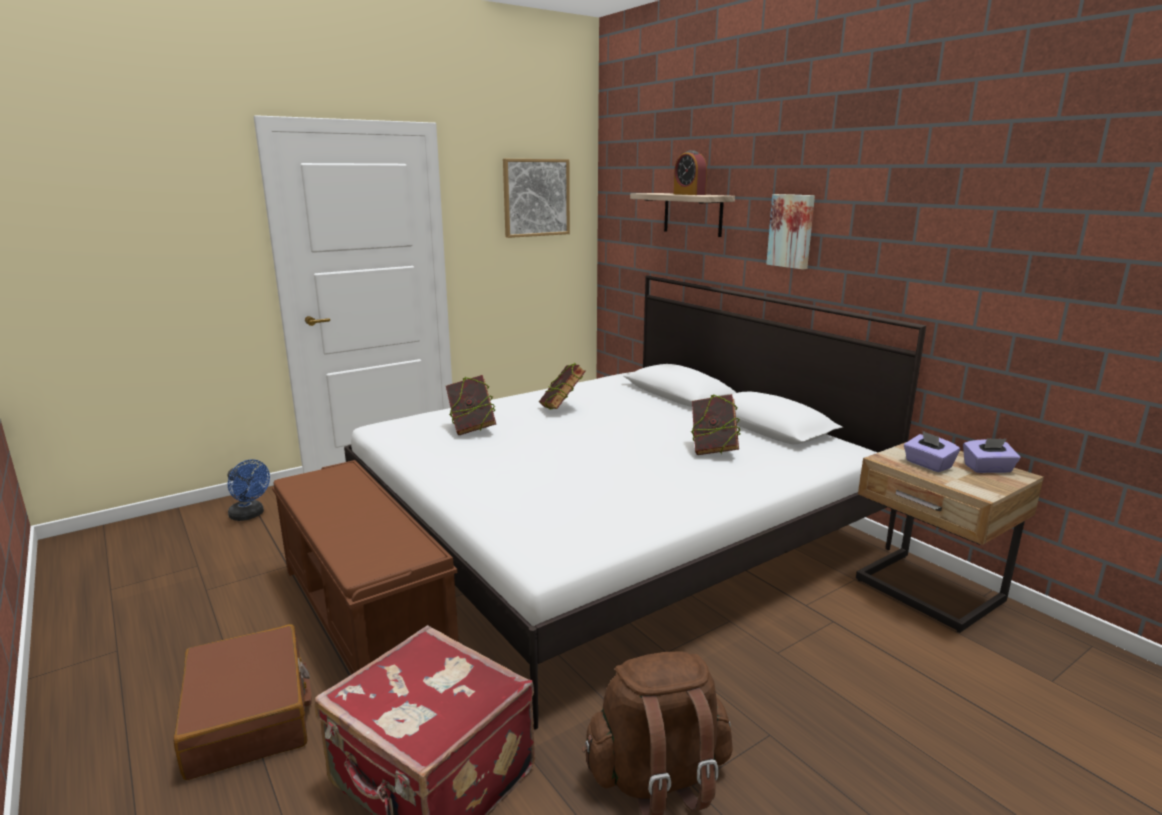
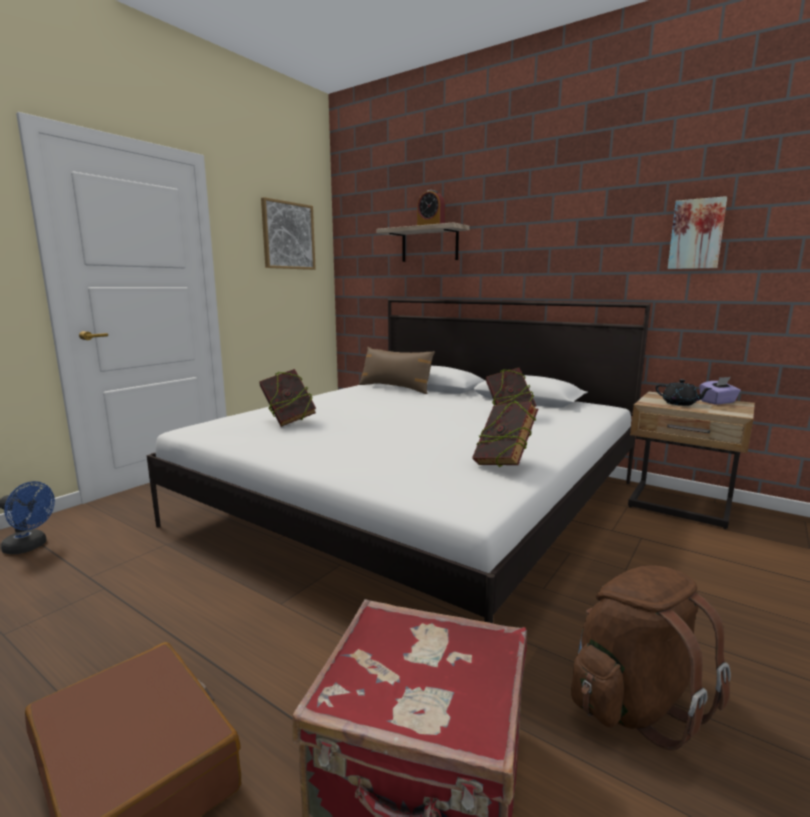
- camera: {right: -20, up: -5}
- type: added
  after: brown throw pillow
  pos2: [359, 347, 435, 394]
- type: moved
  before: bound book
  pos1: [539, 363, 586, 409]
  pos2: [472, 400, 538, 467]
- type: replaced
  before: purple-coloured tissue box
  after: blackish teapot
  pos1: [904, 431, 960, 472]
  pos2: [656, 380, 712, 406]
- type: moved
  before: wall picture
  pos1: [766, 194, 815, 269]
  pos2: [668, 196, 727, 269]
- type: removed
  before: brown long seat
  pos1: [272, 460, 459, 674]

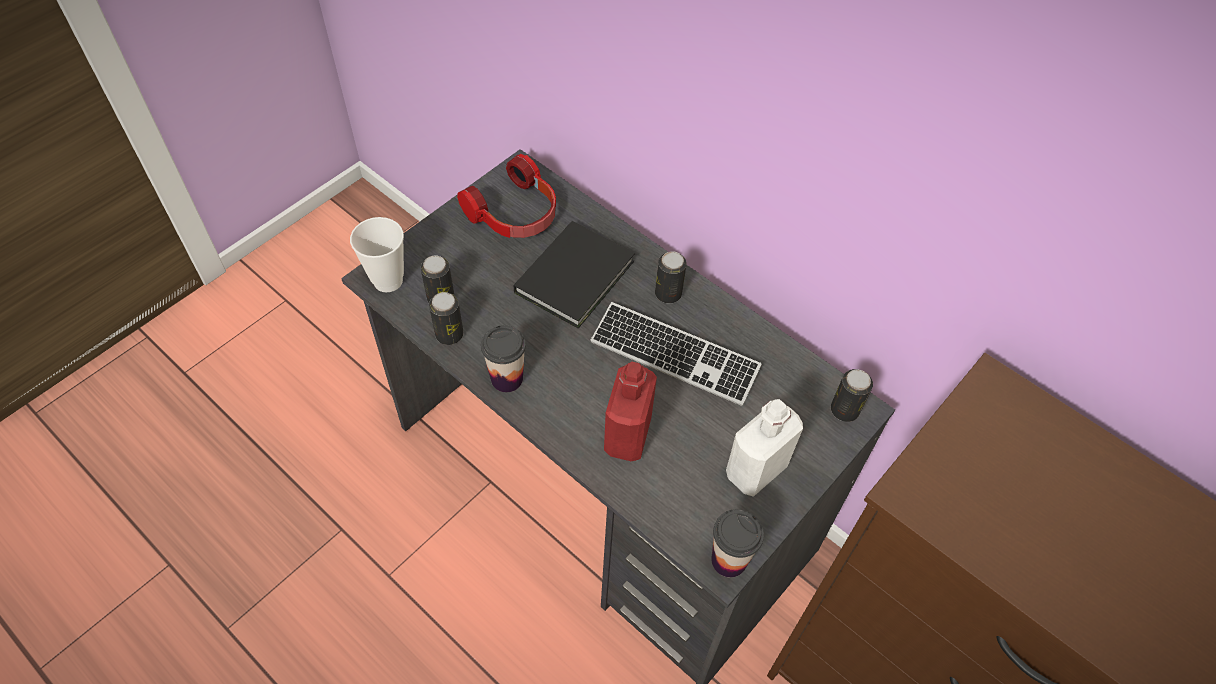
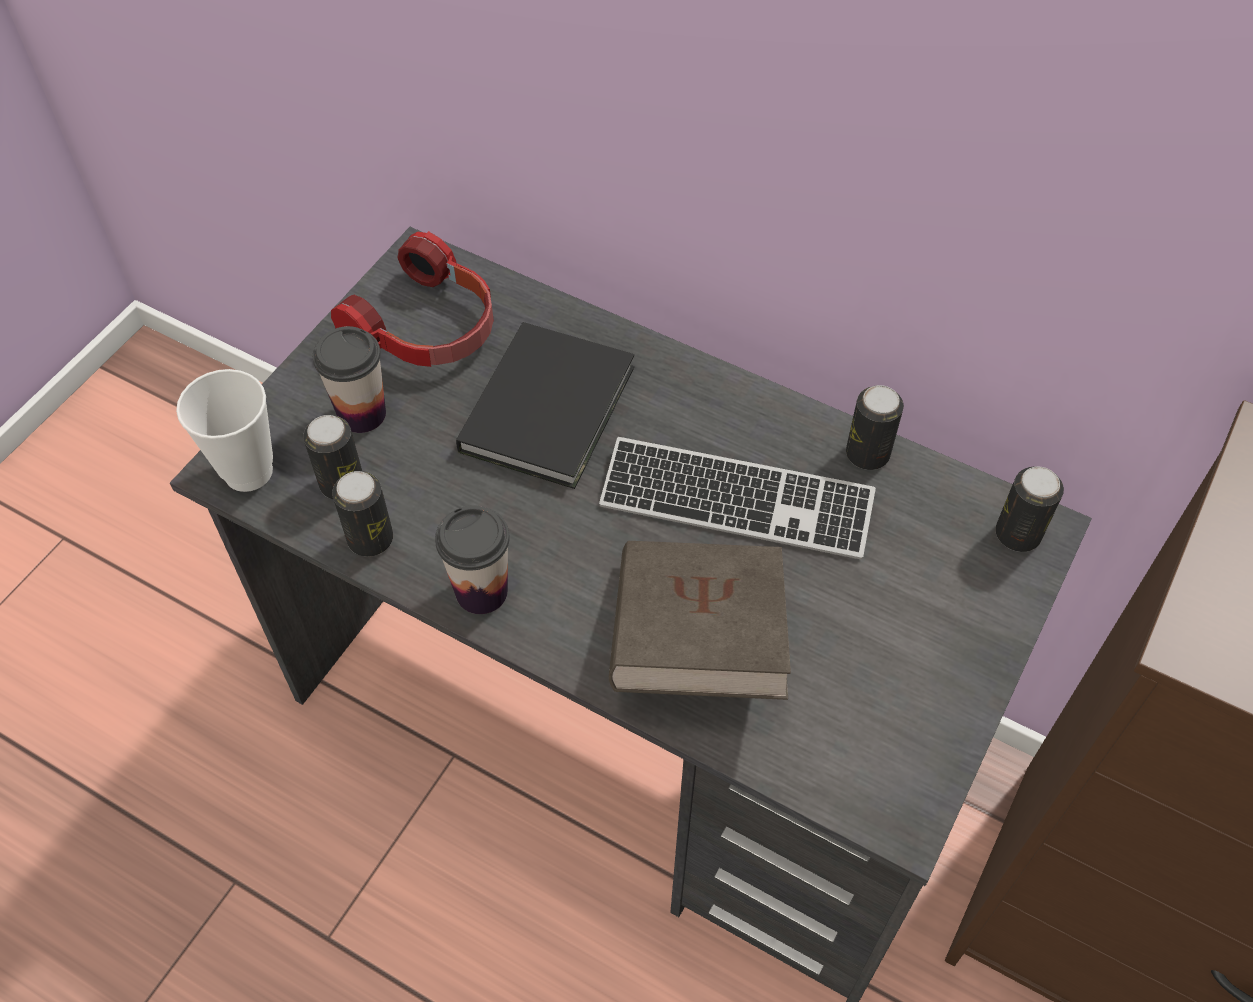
- camera: {right: -10, up: 0}
- type: moved
  before: drinking cup
  pos1: [711, 509, 764, 577]
  pos2: [313, 326, 386, 433]
- type: replaced
  before: red bottle
  after: brown bound book
  pos1: [604, 362, 657, 461]
  pos2: [609, 541, 791, 700]
- type: moved
  before: sealed can
  pos1: [655, 251, 687, 303]
  pos2: [846, 385, 904, 470]
- type: removed
  before: white bottle
  pos1: [726, 399, 803, 496]

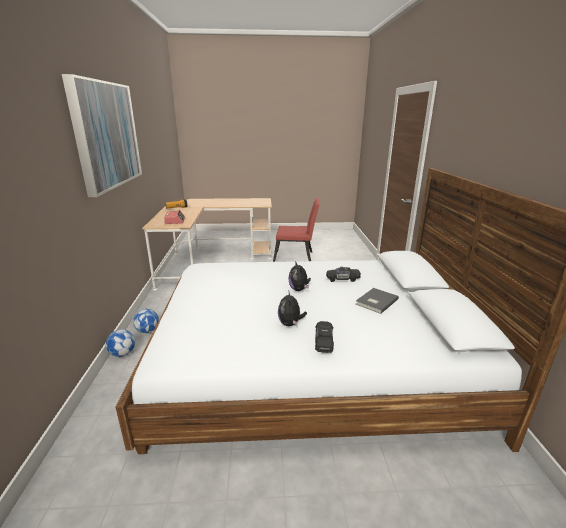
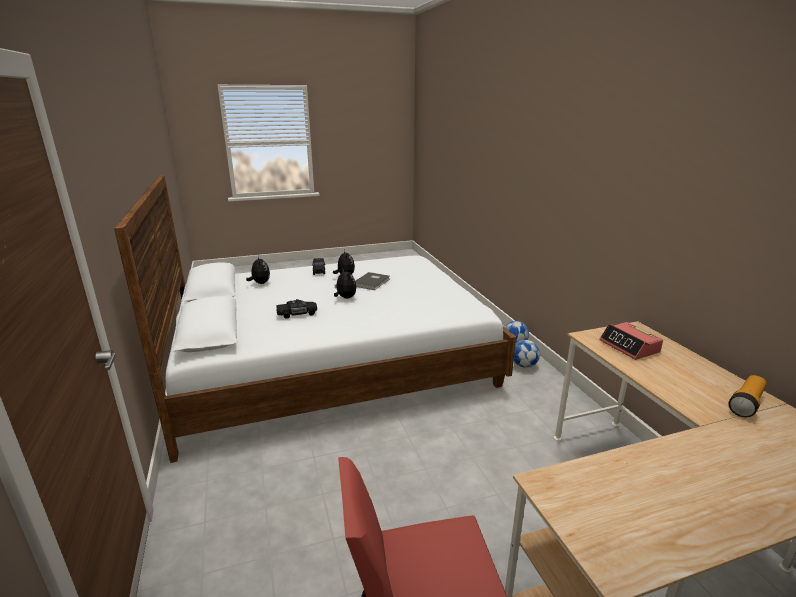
- camera: {right: 165, up: 0}
- type: added
  after: cuddly toy
  pos2: [246, 256, 270, 284]
- type: moved
  before: gray bound book
  pos1: [356, 288, 399, 314]
  pos2: [355, 272, 390, 290]
- type: removed
  before: wall picture
  pos1: [62, 74, 142, 197]

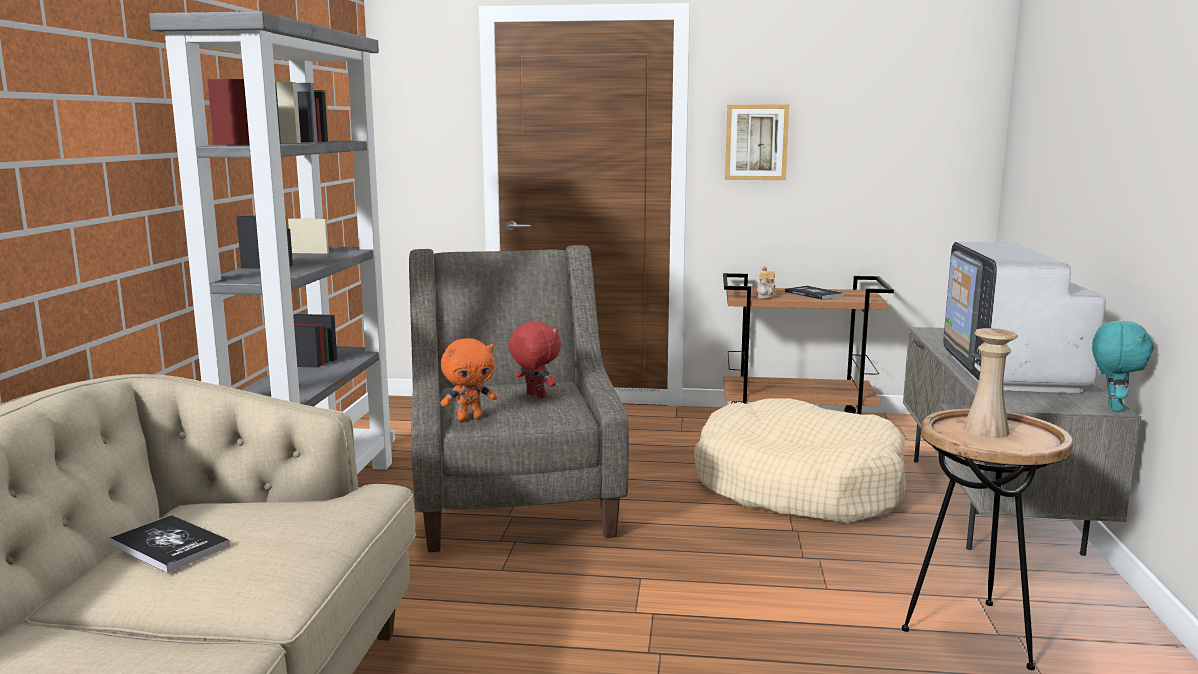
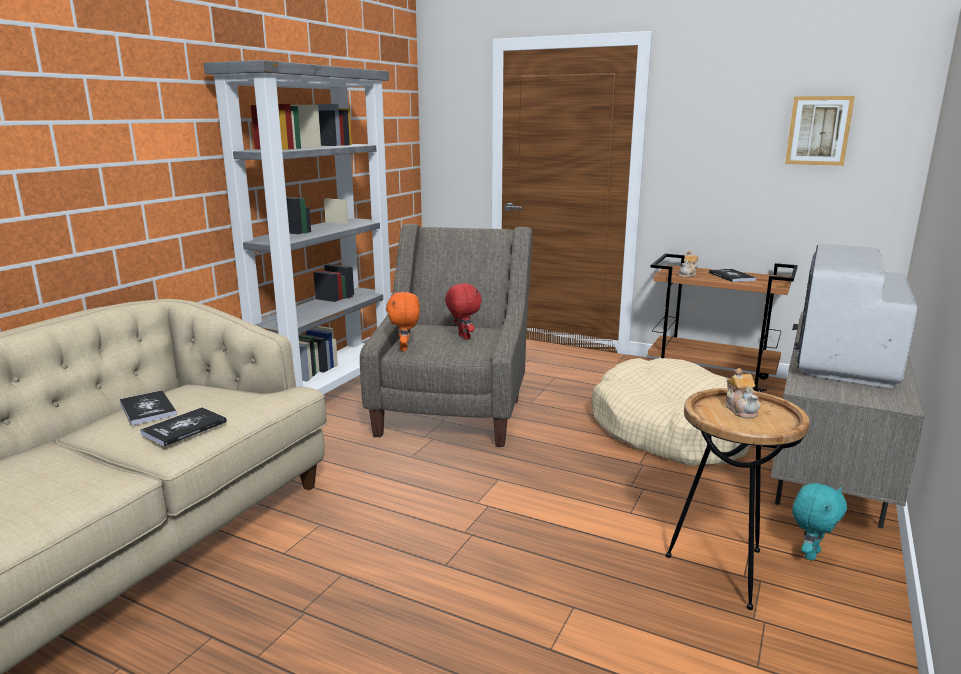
- camera: {right: 20, up: 5}
- type: added
  after: bound book
  pos2: [140, 407, 227, 447]
- type: turned
  before: orange-coloured cuddly toy
  pos1: [441, 338, 497, 421]
  pos2: [386, 292, 420, 351]
  turn: 90
- type: replaced
  before: beige-coloured decorative vase
  after: teapot
  pos1: [963, 328, 1018, 438]
  pos2: [725, 368, 760, 418]
- type: moved
  before: wall picture
  pos1: [725, 105, 789, 180]
  pos2: [785, 96, 855, 166]
- type: moved
  before: turquoise-coloured cuddly toy
  pos1: [1092, 321, 1154, 412]
  pos2: [792, 483, 847, 561]

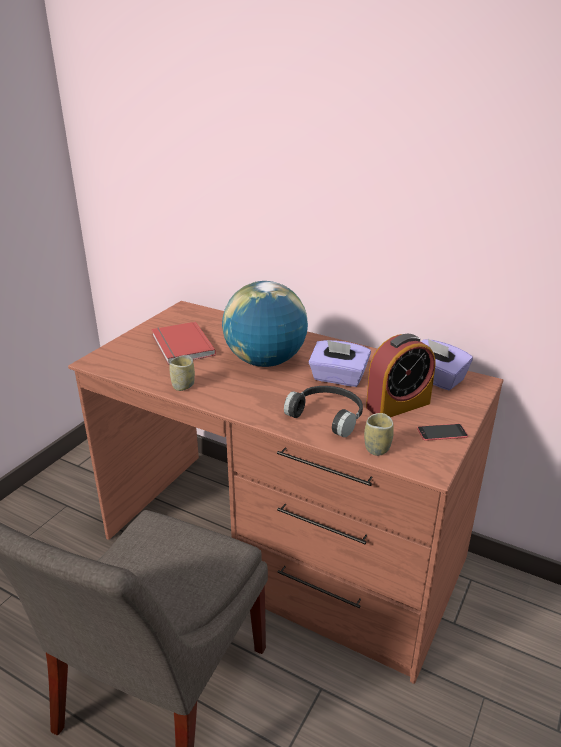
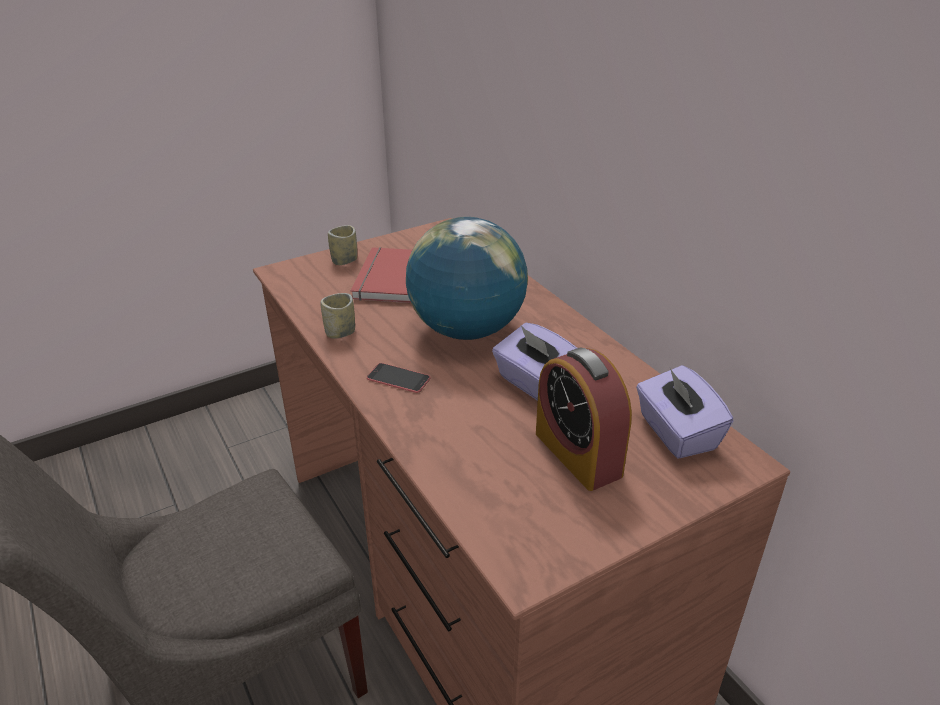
- camera: {right: 30, up: 5}
- type: moved
  before: drinking cup
  pos1: [364, 413, 394, 456]
  pos2: [328, 225, 357, 265]
- type: moved
  before: telephone
  pos1: [417, 424, 468, 441]
  pos2: [367, 363, 431, 393]
- type: turned
  before: table clock
  pos1: [366, 334, 436, 417]
  pos2: [536, 347, 632, 491]
  turn: 60
- type: removed
  before: blackish pair of headphones
  pos1: [284, 386, 363, 437]

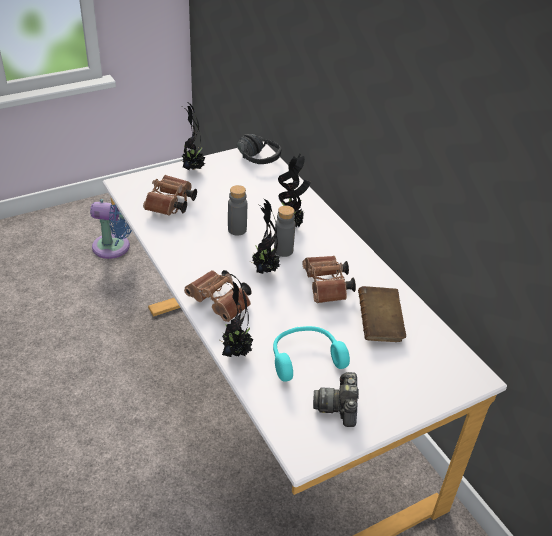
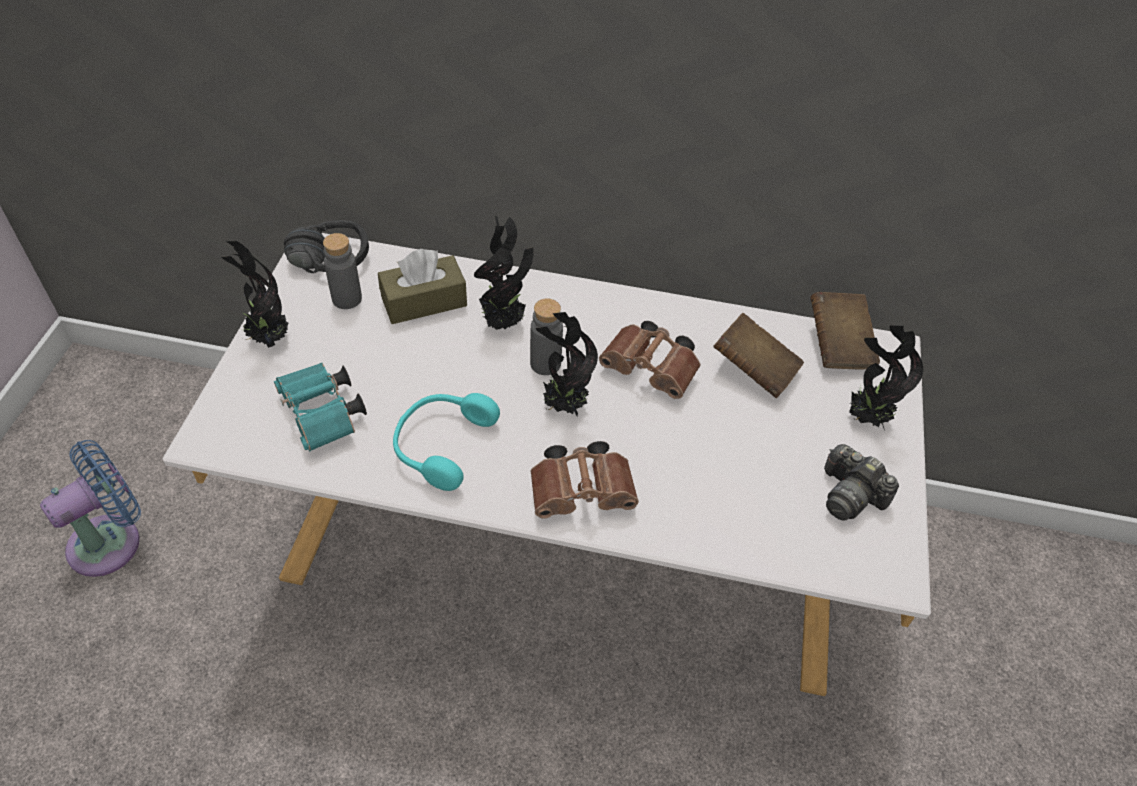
- camera: {right: -50, up: 10}
- type: recoloured
  before: brown pair of binoculars
  after: turquoise-coloured pair of binoculars
  pos1: [143, 175, 197, 215]
  pos2: [274, 363, 367, 452]
- type: moved
  before: gray bottle
  pos1: [228, 185, 247, 236]
  pos2: [323, 233, 362, 309]
- type: added
  after: brown tissue box
  pos2: [378, 249, 467, 324]
- type: moved
  before: turquoise-coloured pair of headphones
  pos1: [273, 326, 350, 382]
  pos2: [393, 393, 500, 491]
- type: added
  after: brown bound book
  pos2: [810, 292, 880, 370]
- type: moved
  before: potted plant
  pos1: [221, 274, 254, 357]
  pos2: [849, 325, 923, 430]

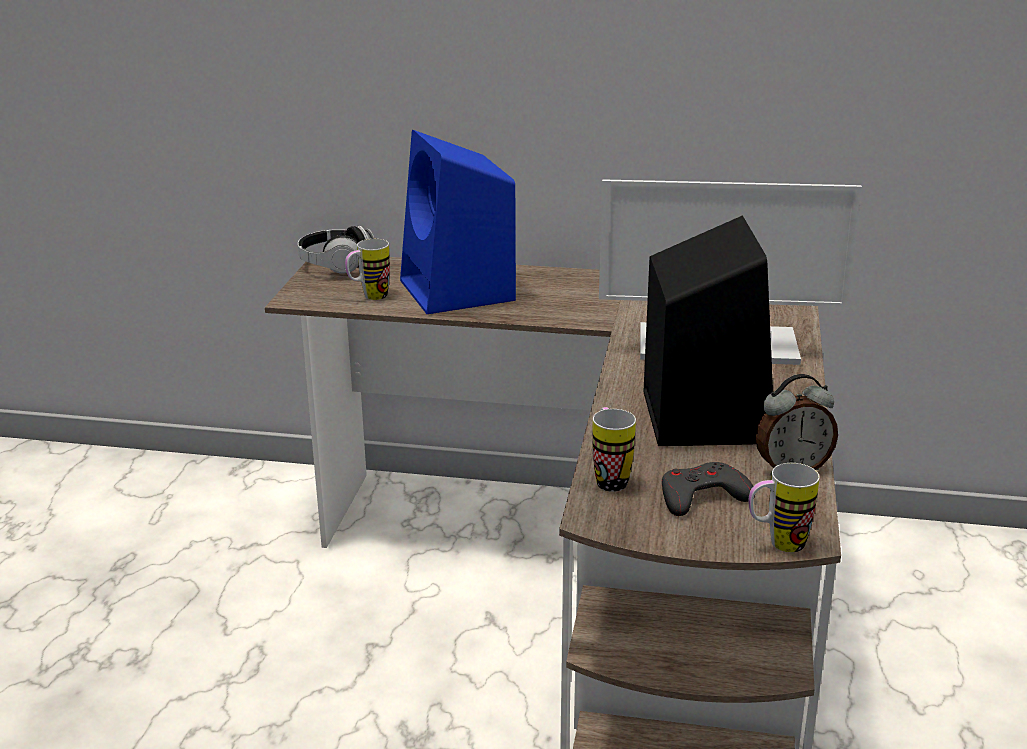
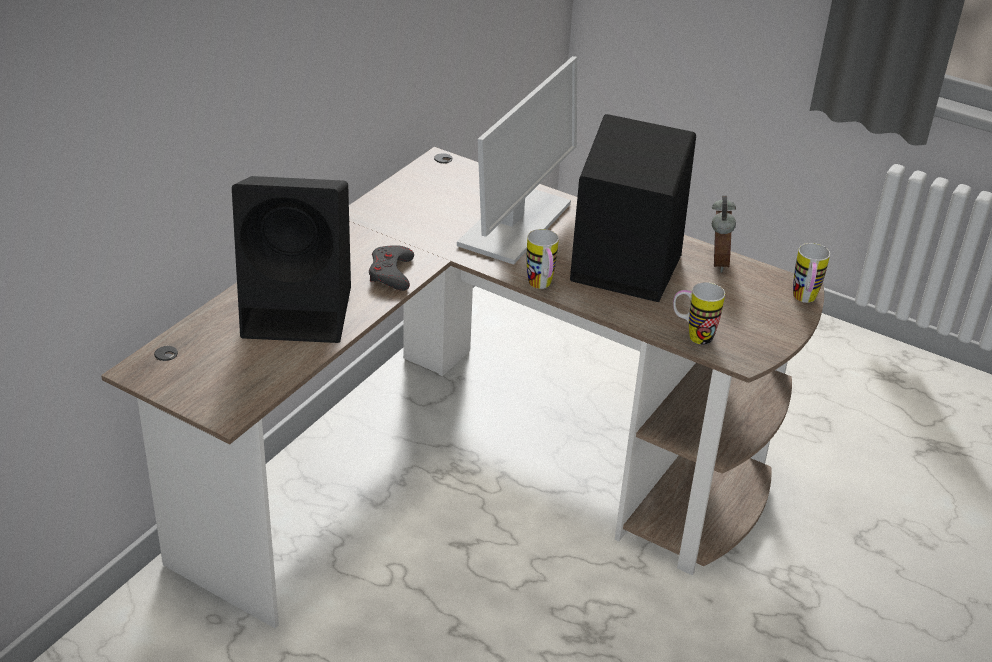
- camera: {right: -70, up: 10}
- type: recoloured
  before: blue-coloured loudspeaker
  after: blackish loudspeaker
  pos1: [400, 130, 516, 314]
  pos2: [232, 176, 351, 343]
- type: moved
  before: gray game controller
  pos1: [662, 462, 755, 516]
  pos2: [369, 245, 414, 291]
- type: moved
  before: tea mug
  pos1: [345, 239, 390, 300]
  pos2: [527, 229, 559, 289]
- type: removed
  before: pair of headphones
  pos1: [298, 226, 375, 274]

